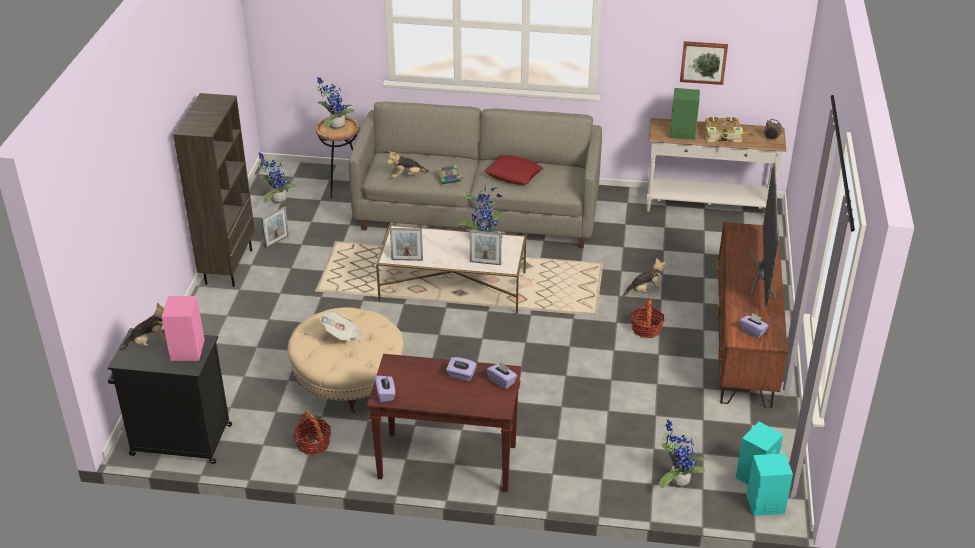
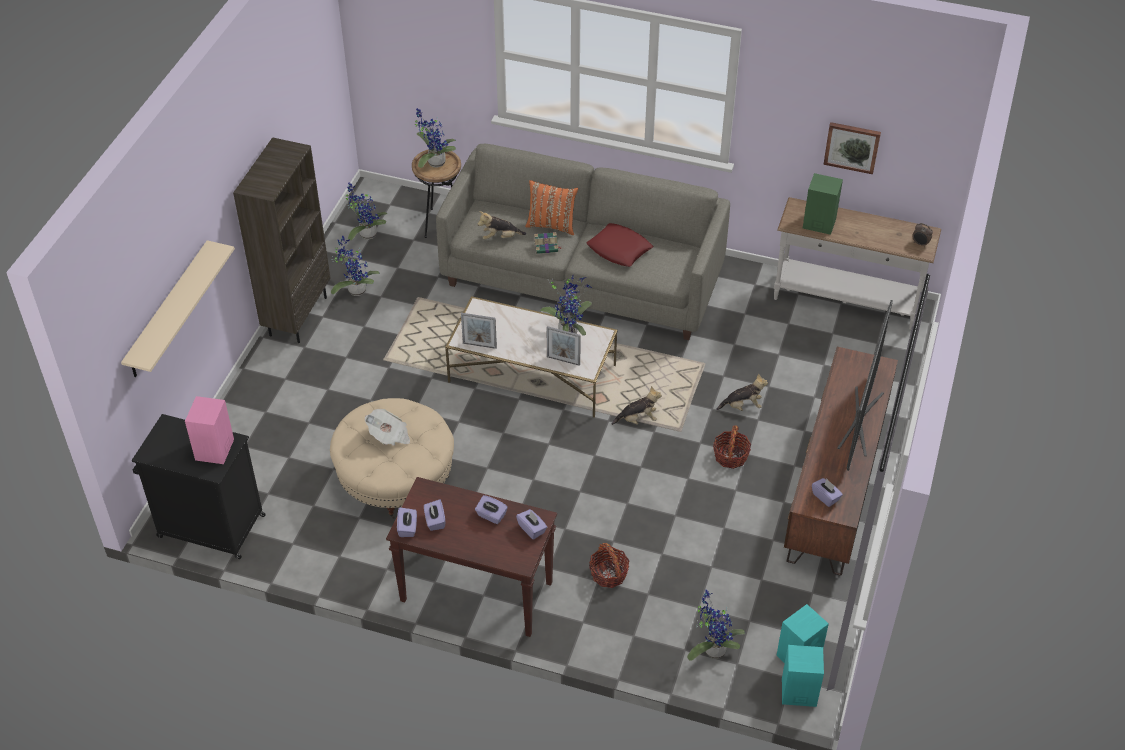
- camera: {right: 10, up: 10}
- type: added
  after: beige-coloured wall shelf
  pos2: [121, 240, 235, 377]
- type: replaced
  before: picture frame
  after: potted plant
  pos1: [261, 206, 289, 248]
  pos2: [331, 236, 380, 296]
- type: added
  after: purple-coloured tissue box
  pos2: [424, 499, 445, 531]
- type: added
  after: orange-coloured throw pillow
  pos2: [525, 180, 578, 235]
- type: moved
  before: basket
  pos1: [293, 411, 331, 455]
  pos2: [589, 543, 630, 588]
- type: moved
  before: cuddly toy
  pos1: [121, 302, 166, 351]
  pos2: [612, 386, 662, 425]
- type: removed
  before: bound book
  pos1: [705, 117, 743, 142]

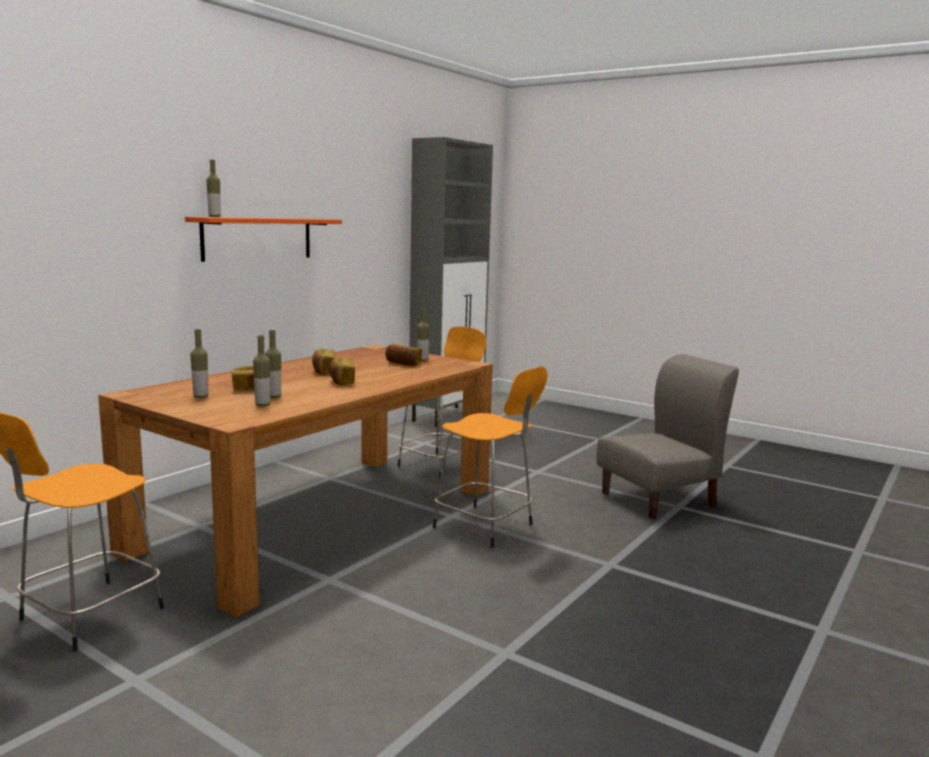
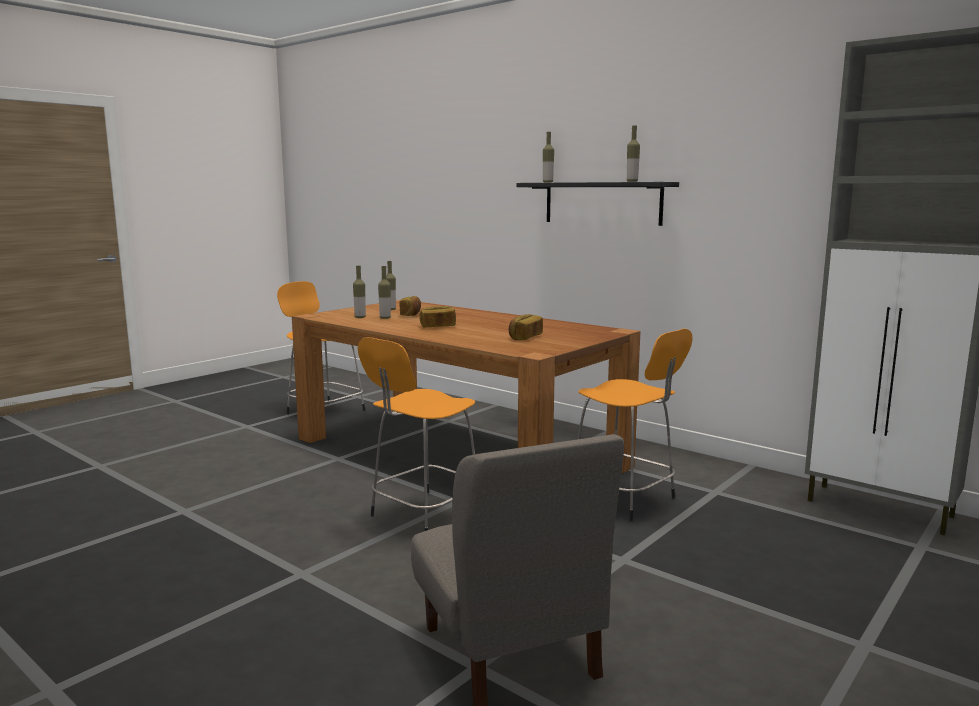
- camera: {right: 95, up: 0}
- type: recoloured
  before: orange-coloured wall shelf
  after: blackish wall shelf
  pos1: [185, 217, 342, 262]
  pos2: [516, 182, 679, 226]
- type: moved
  before: bottle
  pos1: [417, 308, 430, 361]
  pos2: [627, 125, 640, 182]
- type: removed
  before: bread
  pos1: [312, 349, 336, 375]

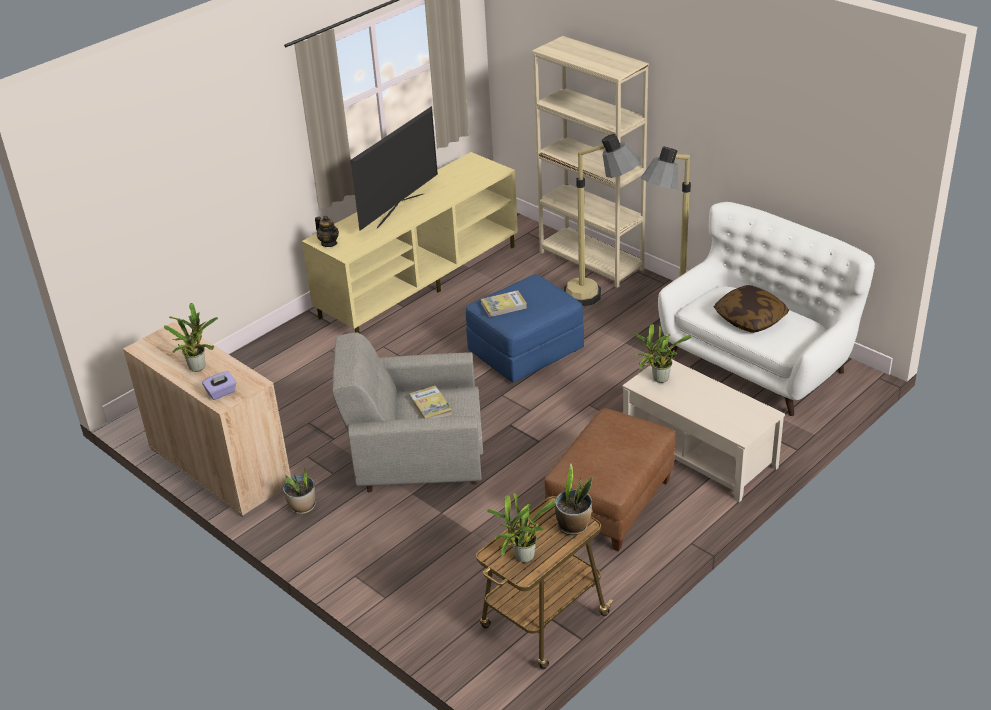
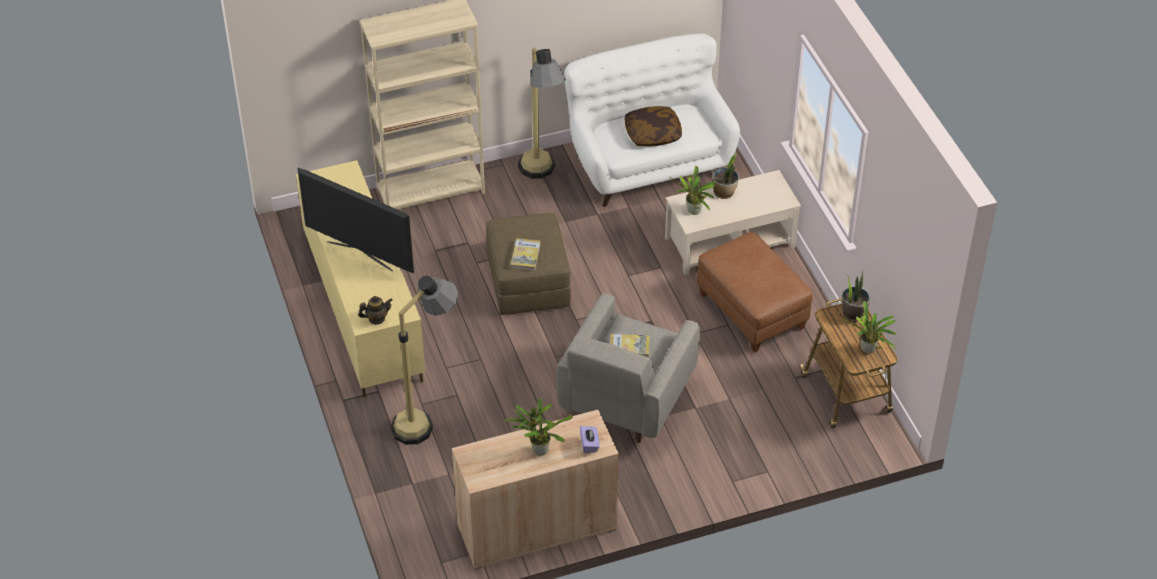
- camera: {right: -65, up: 10}
- type: turned
  before: TV
  pos1: [350, 106, 438, 231]
  pos2: [297, 168, 414, 273]
  turn: 150
- type: moved
  before: standing lamp
  pos1: [563, 134, 641, 306]
  pos2: [391, 276, 458, 445]
- type: recoloured
  before: blue-coloured footrest
  after: brown footrest
  pos1: [466, 274, 584, 383]
  pos2: [486, 213, 571, 315]
- type: moved
  before: potted plant
  pos1: [283, 466, 316, 514]
  pos2: [712, 153, 739, 199]

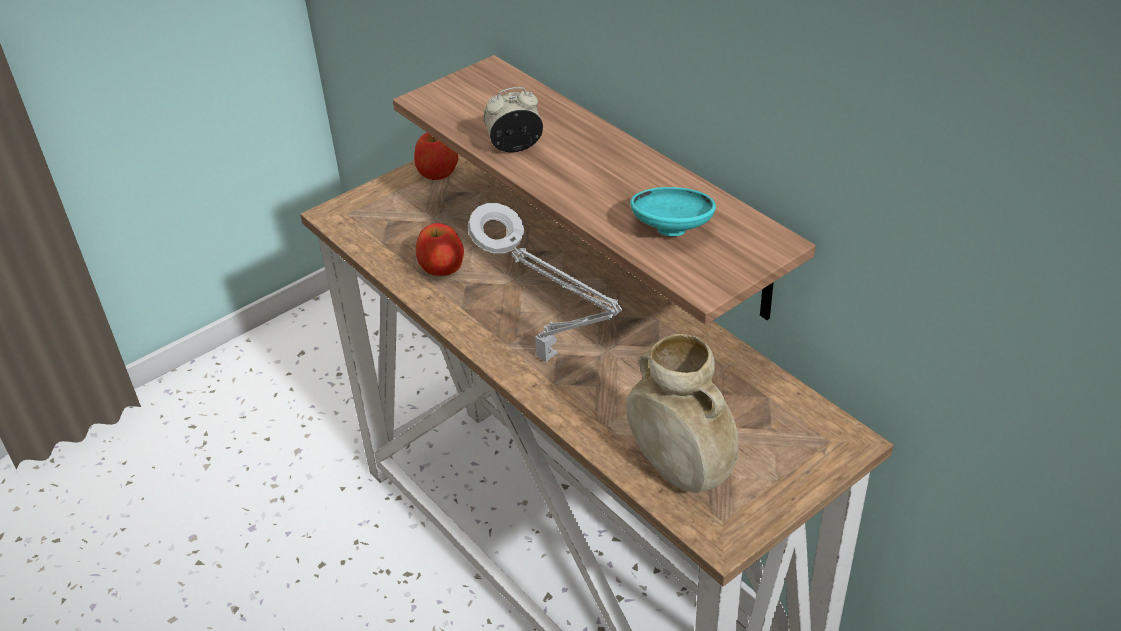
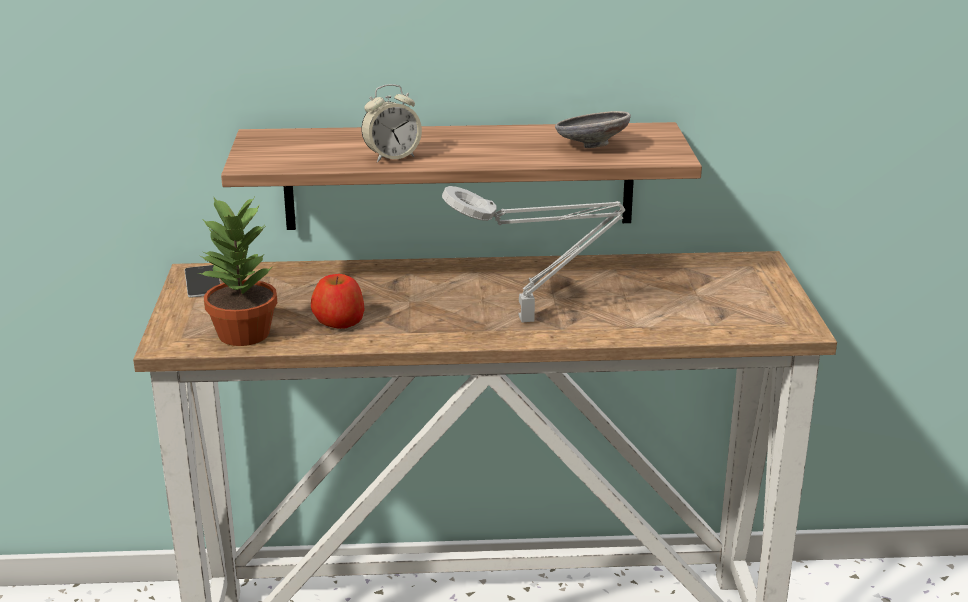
- camera: {right: -55, up: -15}
- type: replaced
  before: apple fruit
  after: telephone
  pos1: [414, 133, 458, 180]
  pos2: [185, 265, 220, 298]
- type: added
  after: potted plant
  pos2: [198, 196, 277, 346]
- type: turned
  before: table clock
  pos1: [483, 87, 543, 153]
  pos2: [361, 84, 422, 163]
  turn: -135
- type: recoloured
  before: turquoise-coloured bowl
  after: gray bowl
  pos1: [630, 187, 716, 236]
  pos2: [555, 111, 631, 148]
- type: removed
  before: beige-coloured decorative vase
  pos1: [626, 334, 739, 493]

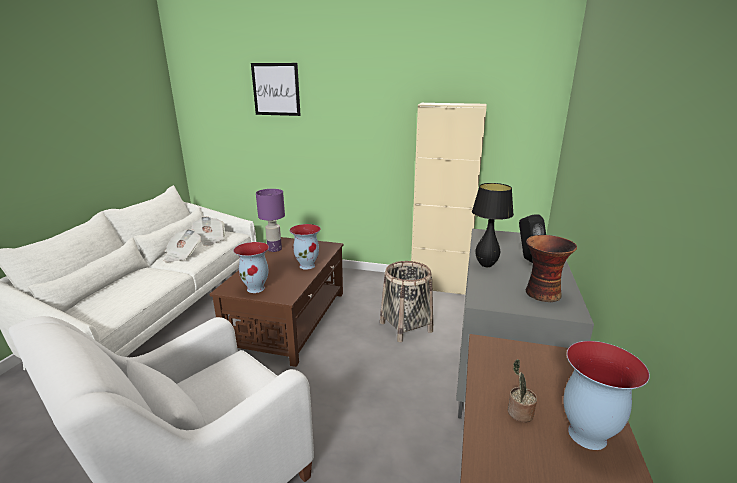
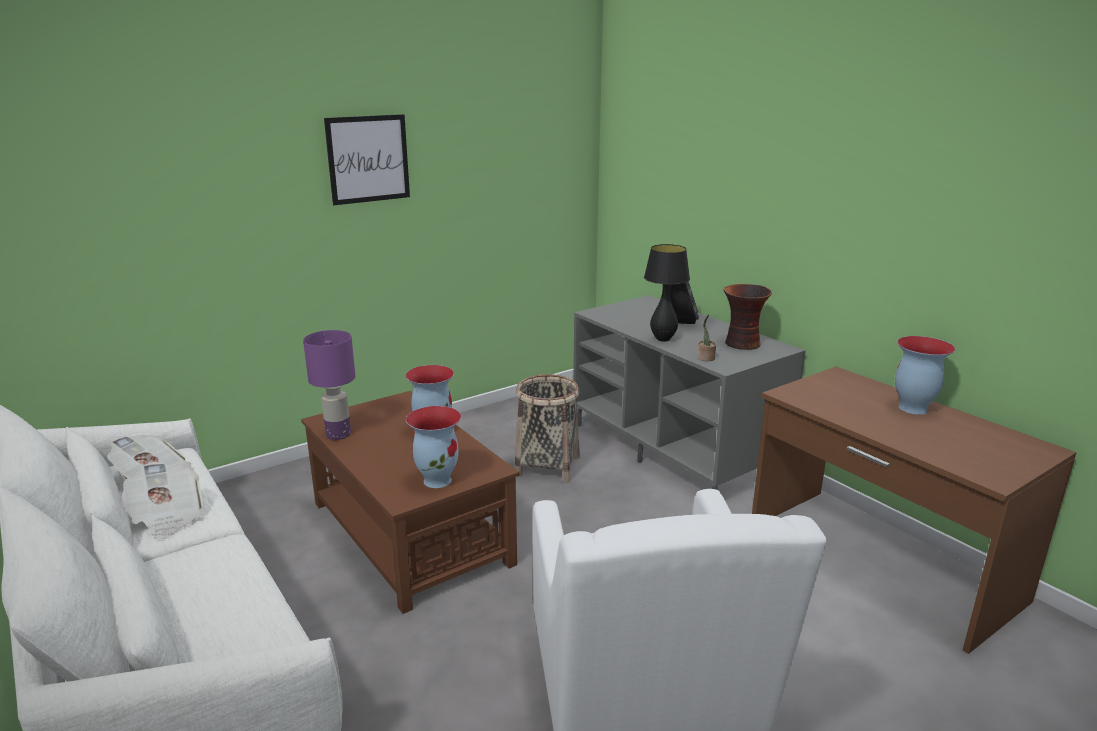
- camera: {right: -50, up: 0}
- type: moved
  before: wall picture
  pos1: [251, 63, 301, 116]
  pos2: [324, 114, 410, 205]
- type: moved
  before: potted plant
  pos1: [508, 359, 537, 422]
  pos2: [697, 314, 716, 361]
- type: removed
  before: beige-coloured storage cabinet
  pos1: [411, 103, 487, 295]

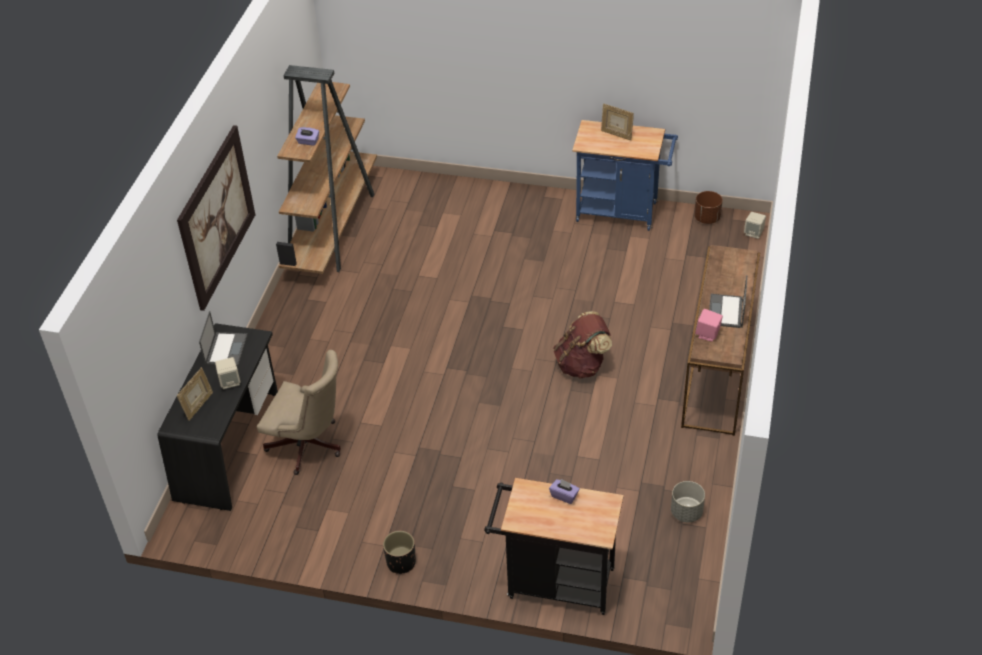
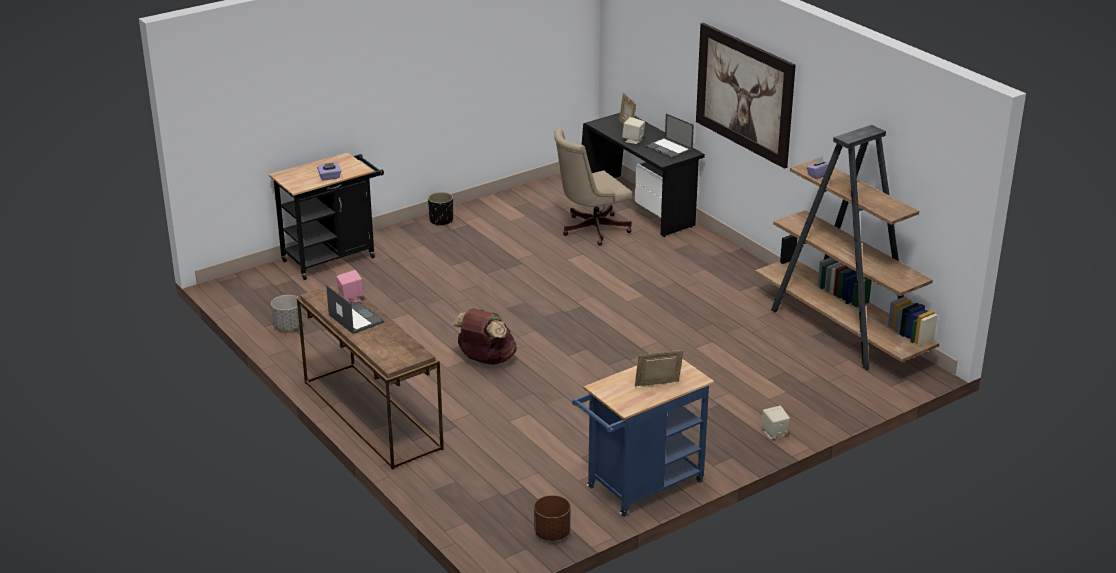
- camera: {right: 130, up: -15}
- type: moved
  before: beige-coloured loudspeaker
  pos1: [744, 212, 766, 239]
  pos2: [761, 406, 790, 440]

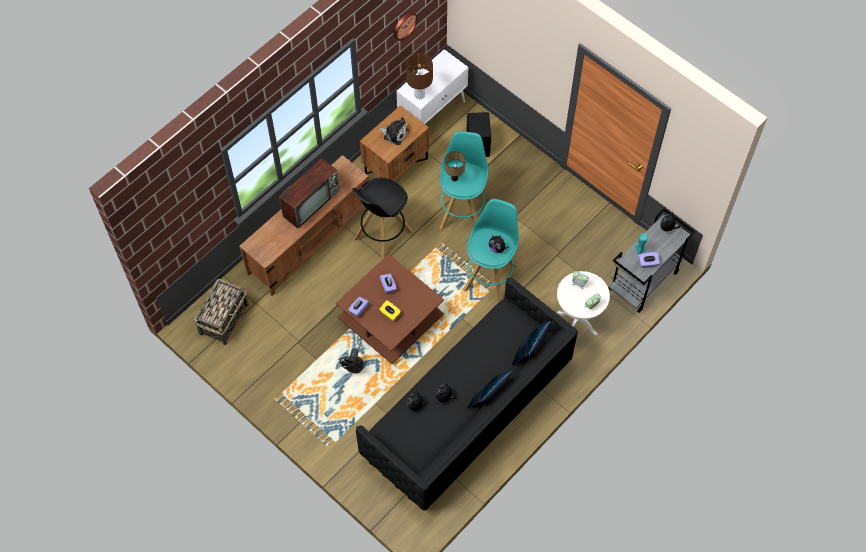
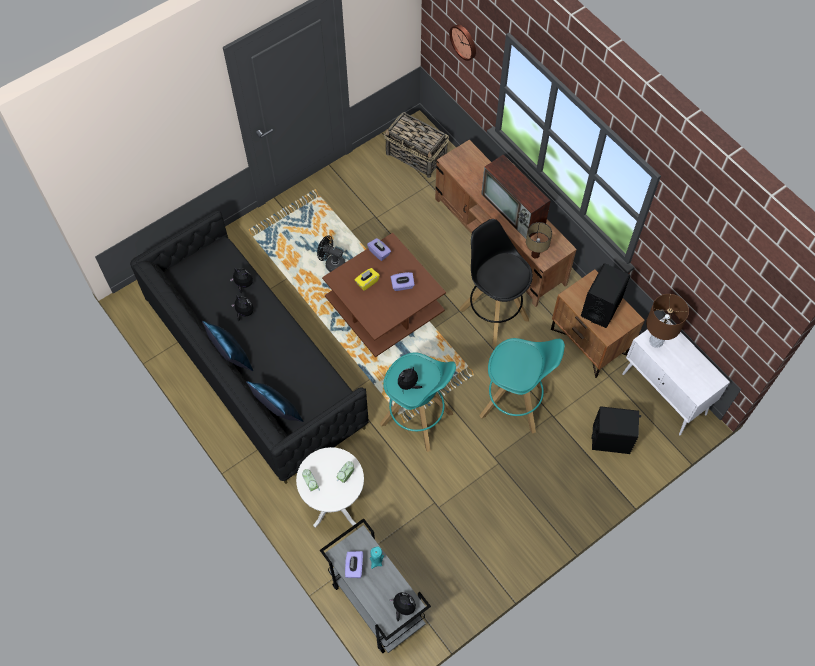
- camera: {right: 100, up: 0}
- type: moved
  before: wall clock
  pos1: [394, 12, 418, 41]
  pos2: [449, 24, 476, 61]
- type: moved
  before: table lamp
  pos1: [445, 151, 465, 181]
  pos2: [526, 222, 552, 258]
- type: replaced
  before: cuddly toy
  after: blackish loudspeaker
  pos1: [378, 117, 409, 145]
  pos2: [581, 263, 630, 328]

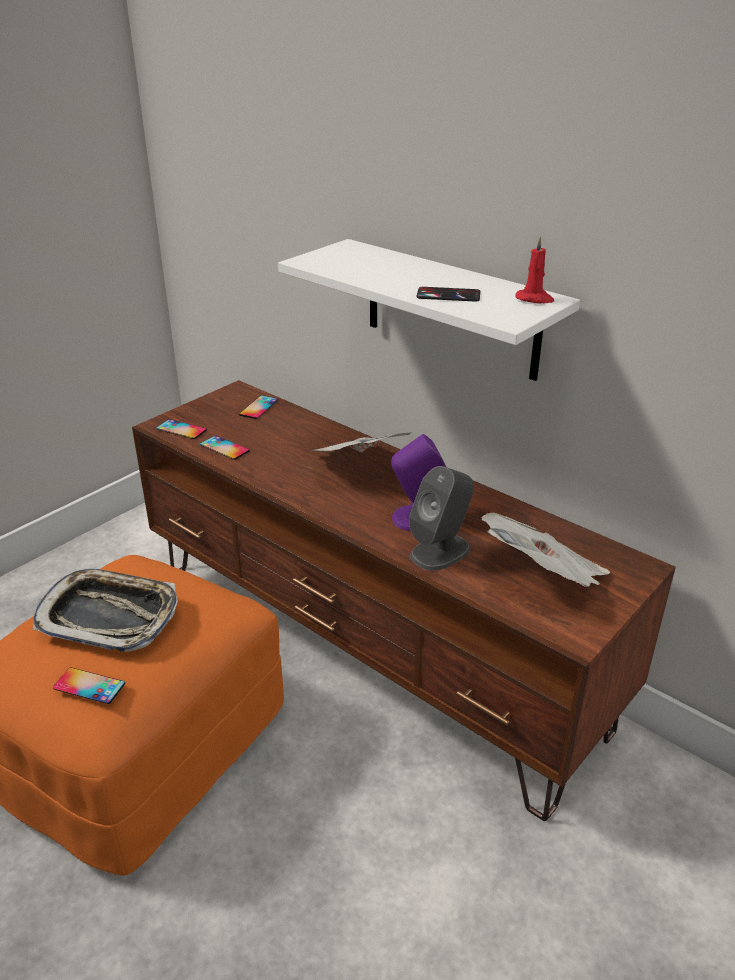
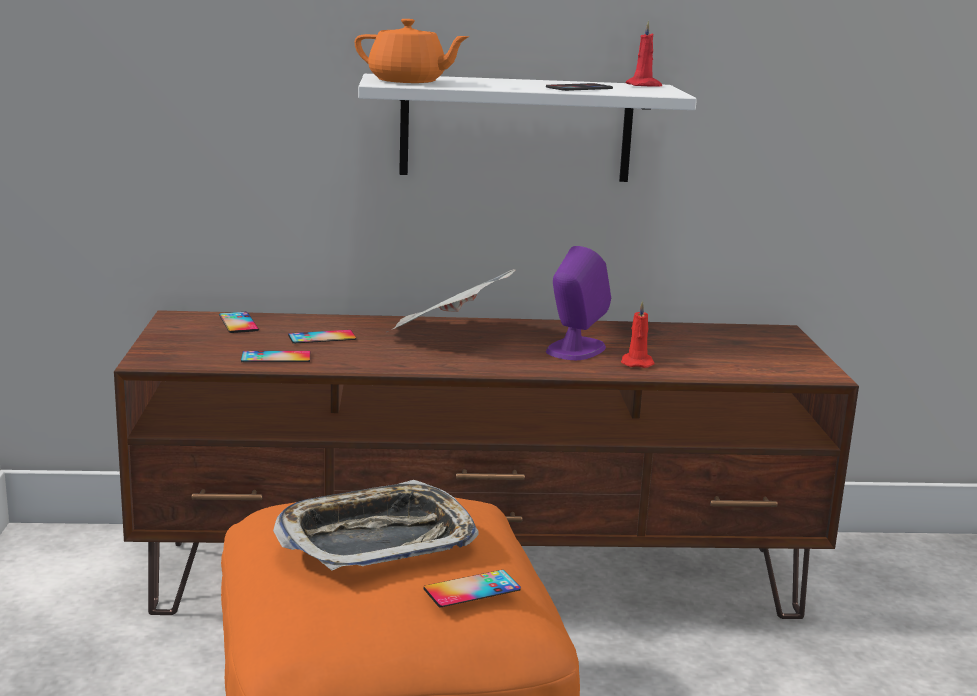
- camera: {right: -45, up: -15}
- type: moved
  before: telephone
  pos1: [156, 419, 207, 439]
  pos2: [288, 330, 356, 344]
- type: added
  after: orange-coloured teapot
  pos2: [354, 19, 470, 83]
- type: replaced
  before: gray loudspeaker
  after: red wax candle
  pos1: [409, 466, 474, 571]
  pos2: [621, 301, 654, 368]
- type: removed
  before: daily paper
  pos1: [482, 513, 610, 587]

